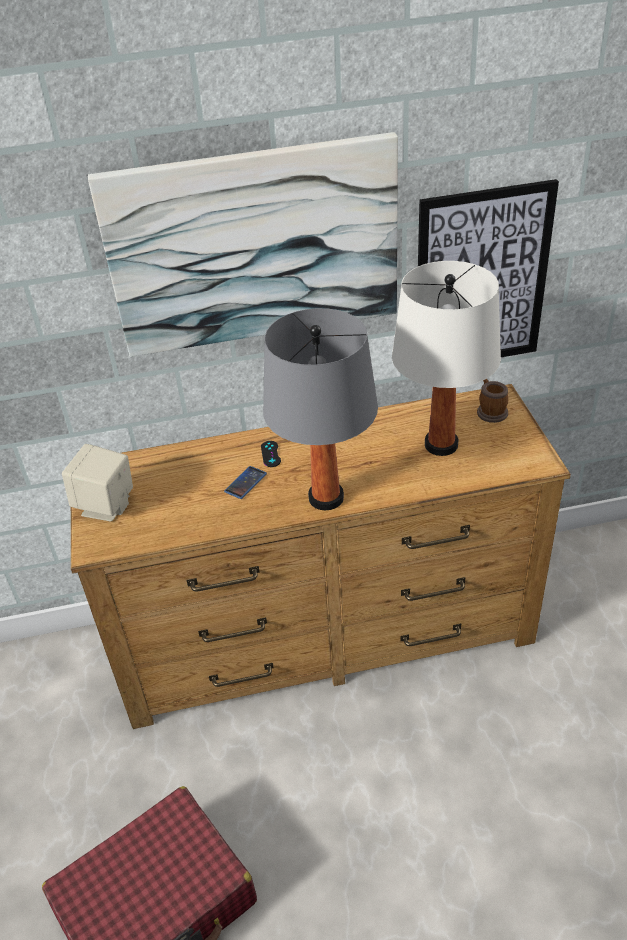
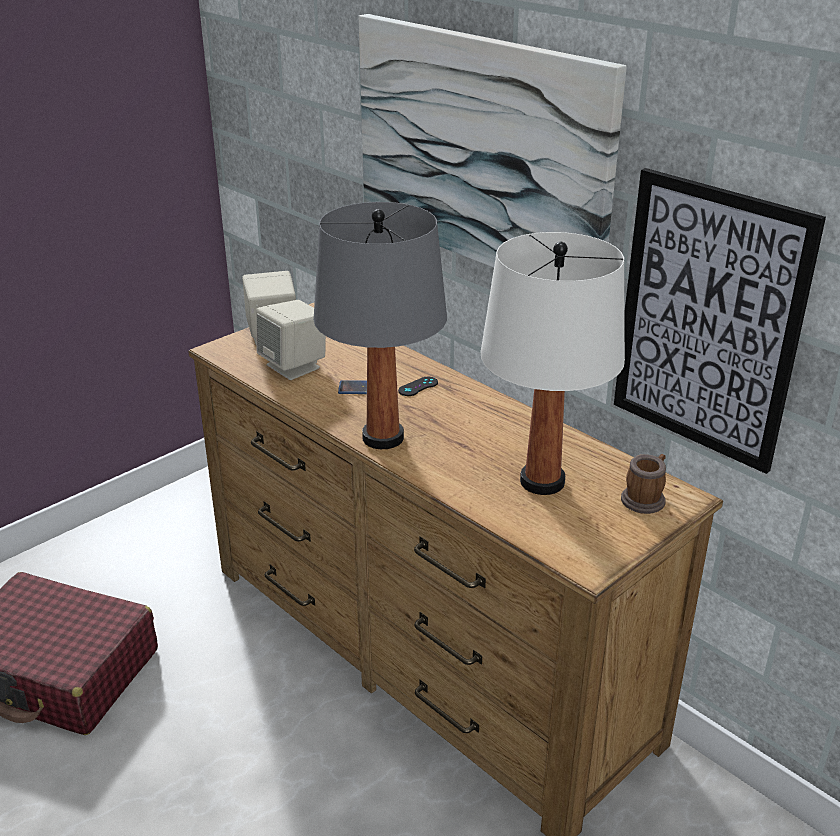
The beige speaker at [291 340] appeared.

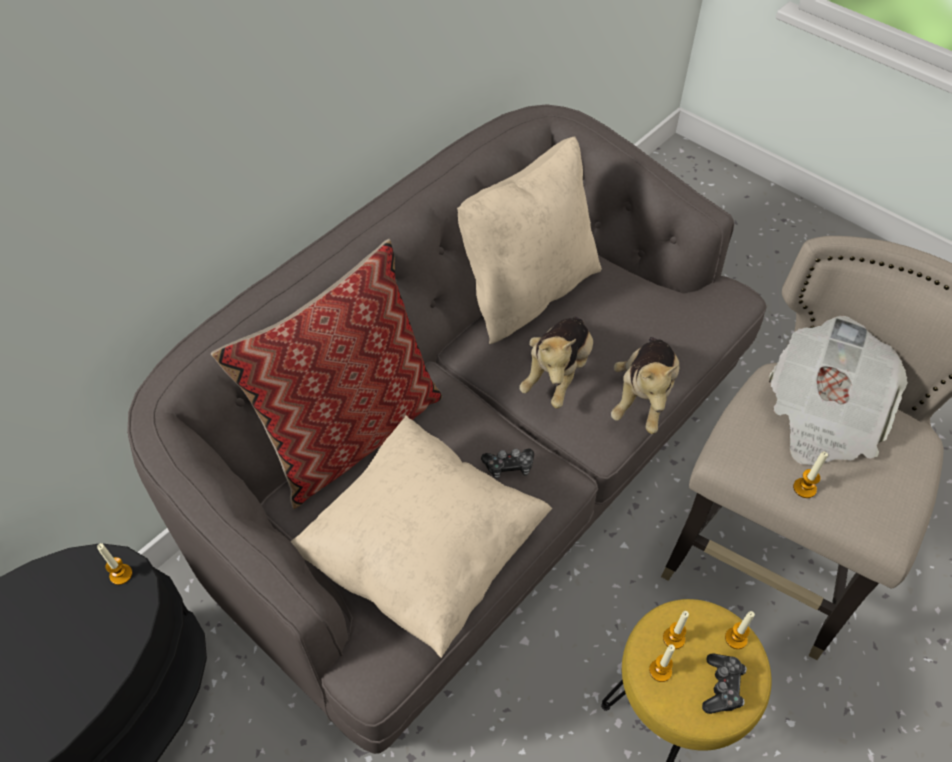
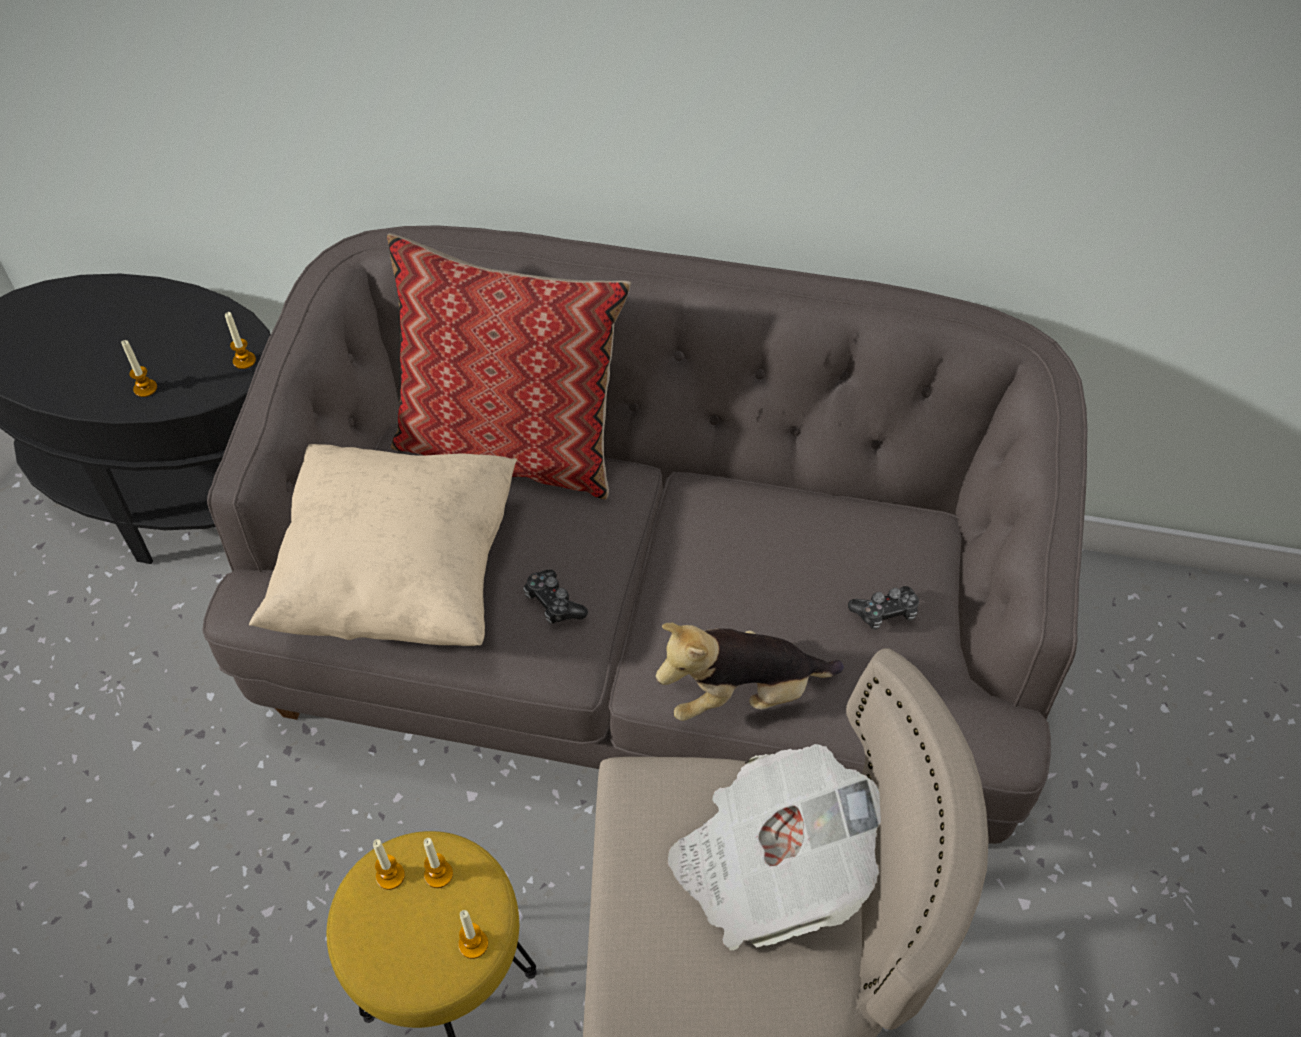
The beige pillow at [529 240] disappeared. The plush toy at [556 362] disappeared. The game controller moved from [724 684] to [883 608]. The candle moved from [810 474] to [139 368].

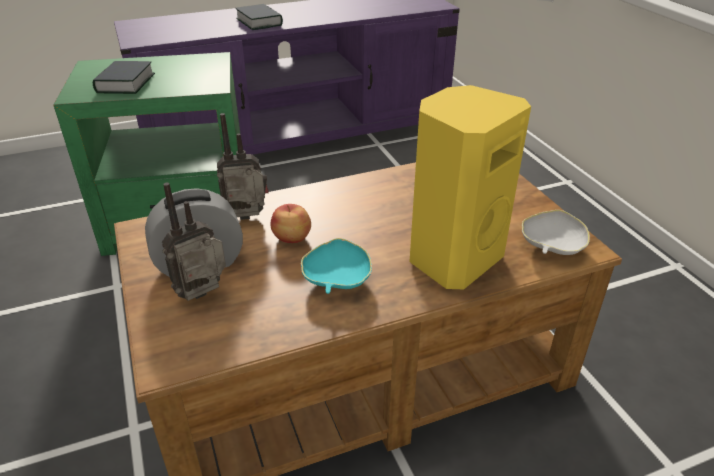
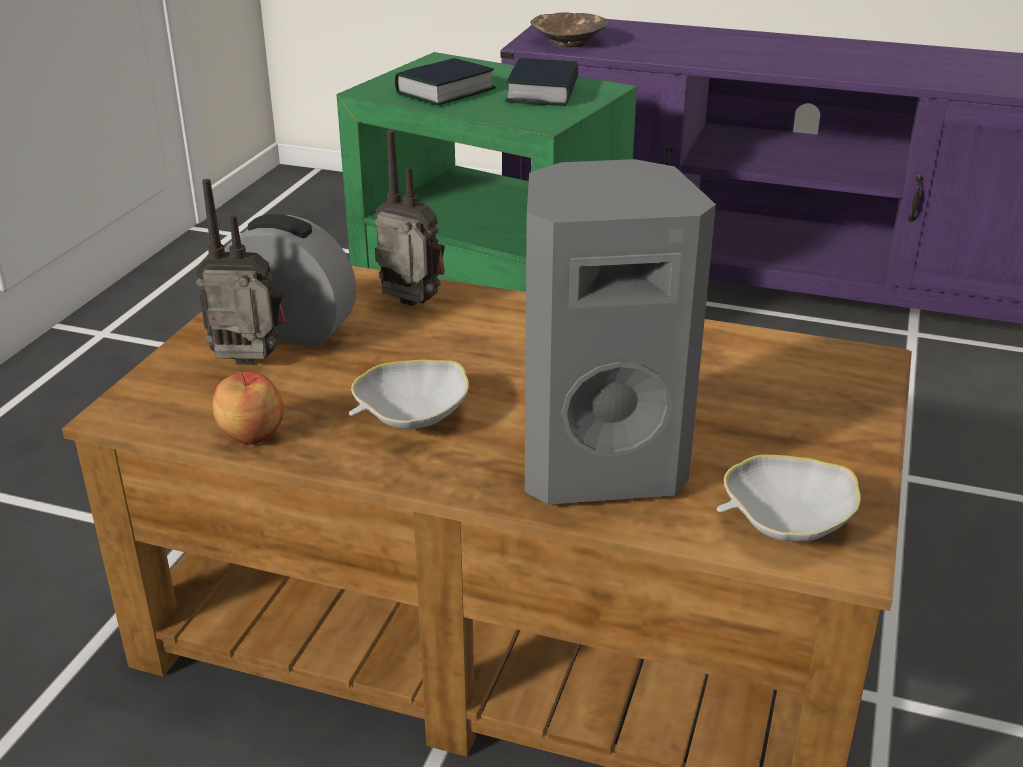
The brown bowl at [569 29] appeared. The book moved from [259 17] to [541 82]. The apple moved from [291 223] to [248 408]. The turquoise bowl at [336 266] became the white bowl at [409 394]. The yellow speaker at [470 187] became the grey speaker at [620 331].

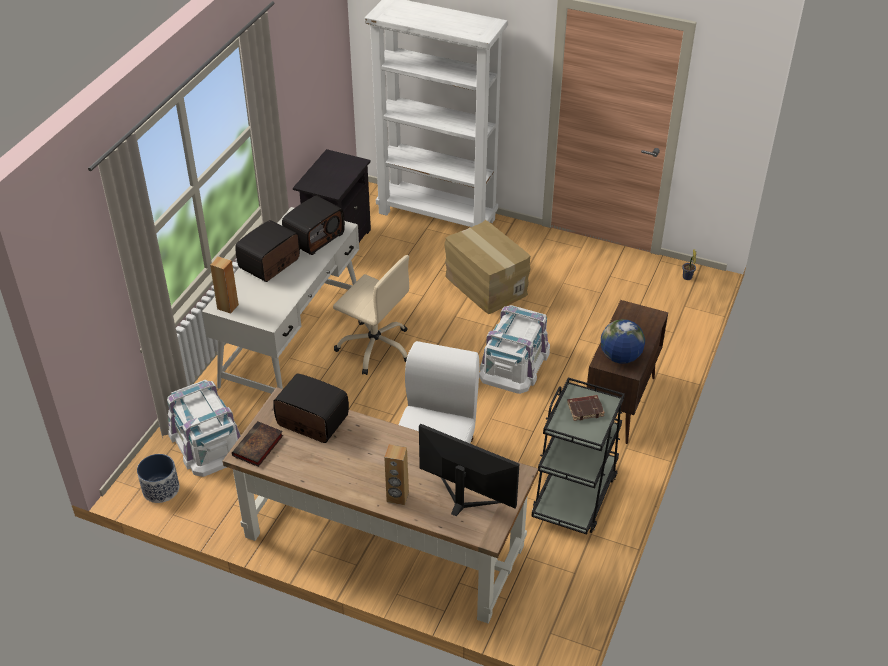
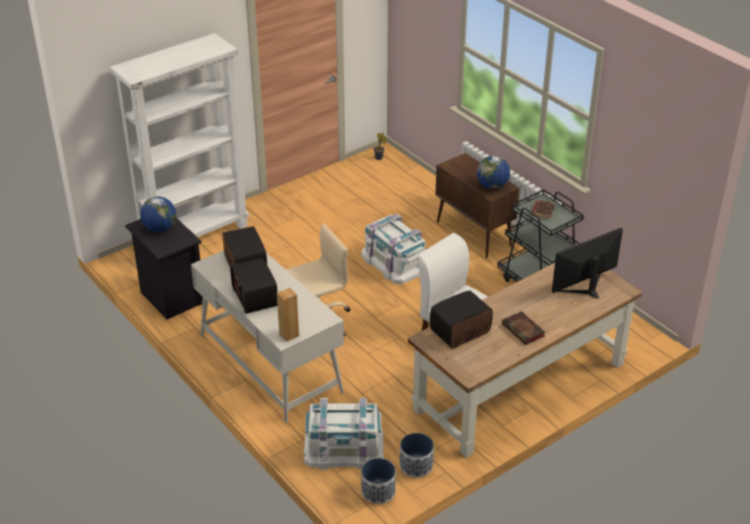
The brown speaker at [396 474] disappeared. The cardboard box at [487 267] disappeared. The globe at [158 214] appeared. The planter at [417 455] appeared. The book moved from [257 444] to [523 328].

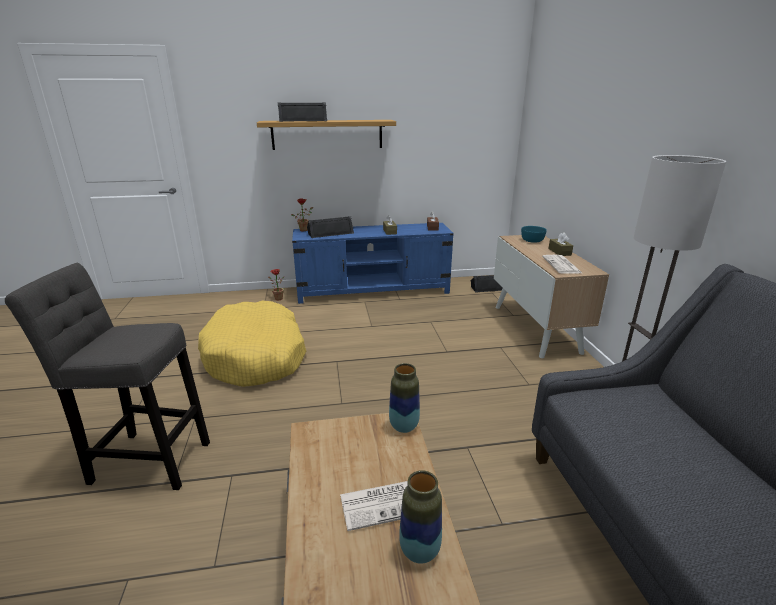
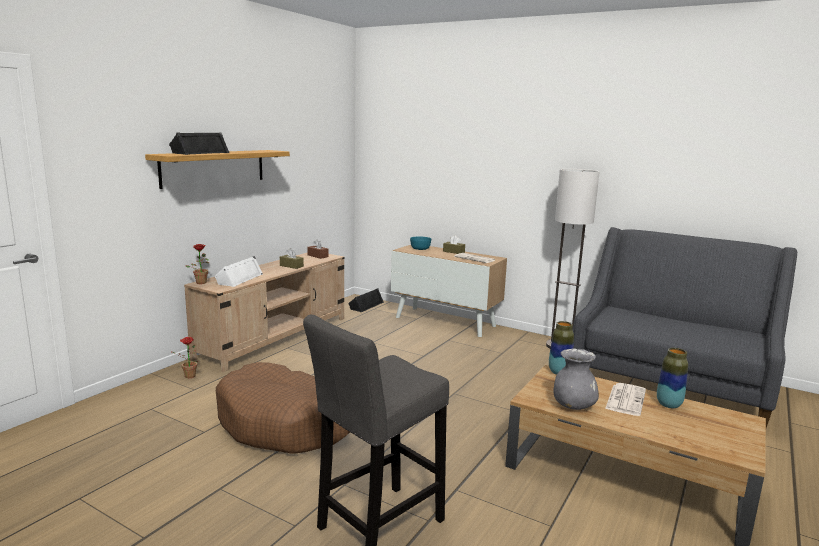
The grey vase at [576 379] appeared. The yellow dog bed at [252 344] became the brown dog bed at [283 408]. The blue tv stand at [373 263] became the beige tv stand at [264 312]. The black speaker at [330 227] became the white speaker at [239 271].

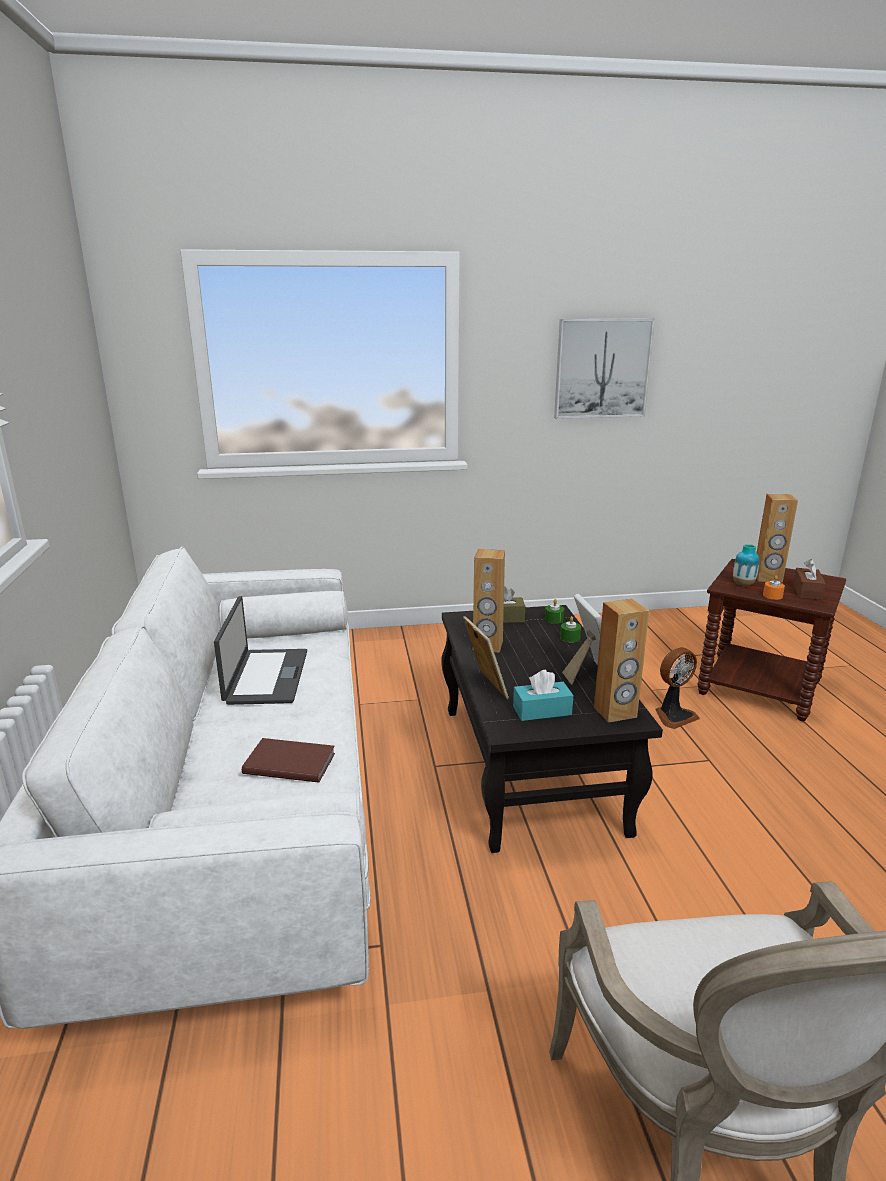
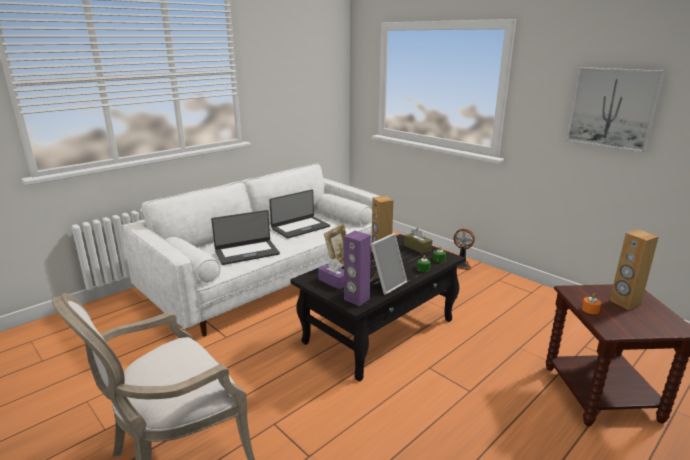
The vase at [746 565] disappeared. The brown tissue box at [809 579] disappeared. The fan moved from [677 688] to [464 249]. The brown book at [288 760] was replaced by the laptop at [245 237]. The turquoise tissue box at [543 695] became the purple tissue box at [331 273]. The brown speaker at [622 661] became the purple speaker at [357 268].

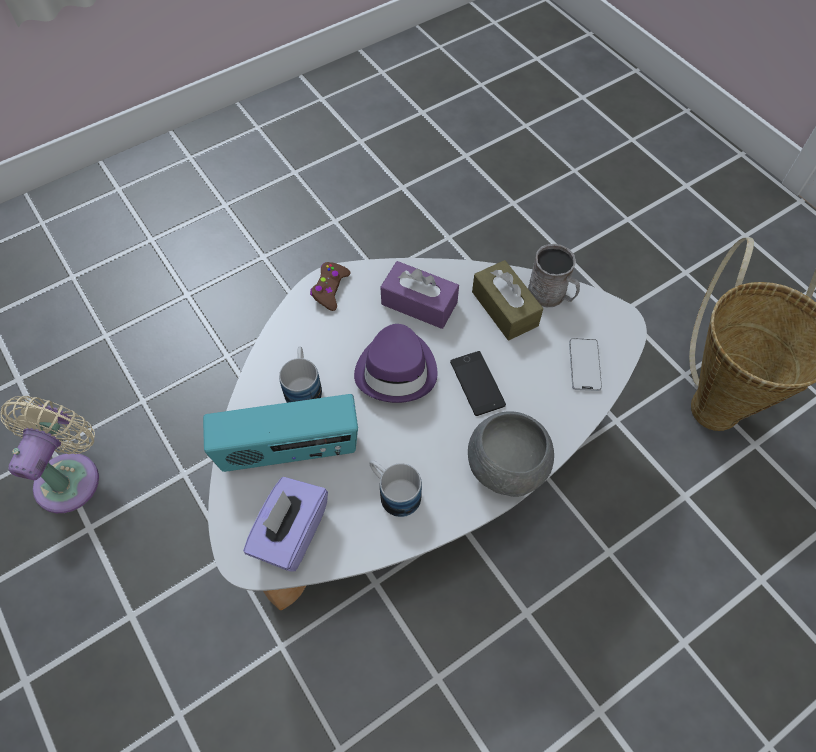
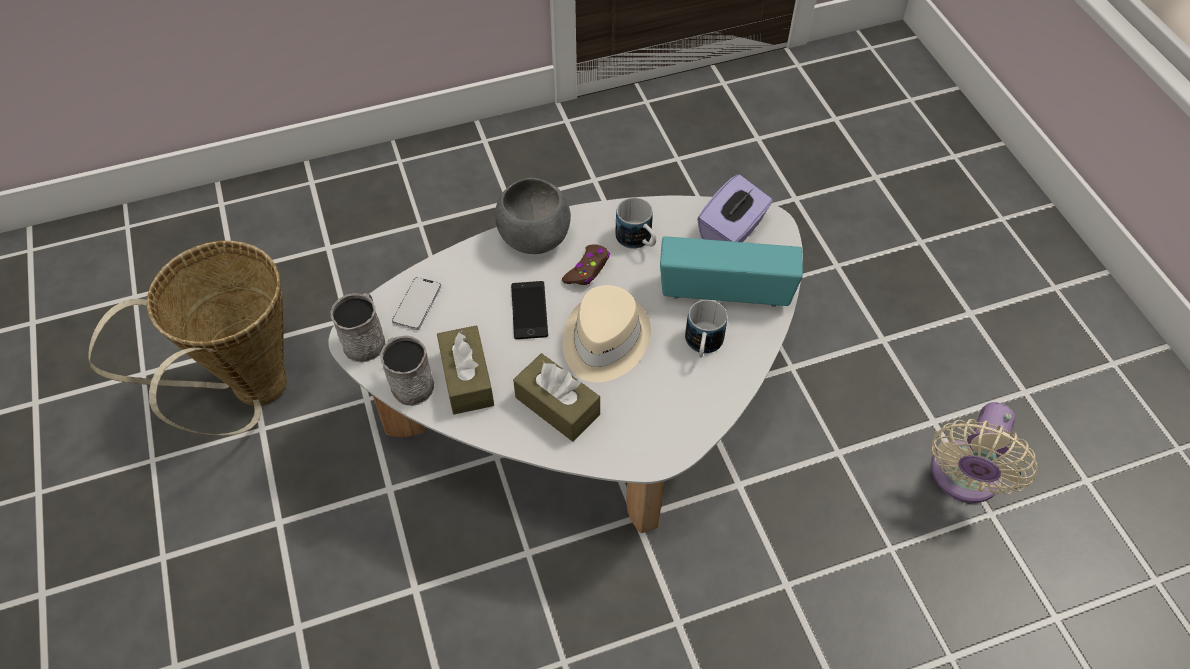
The grey mug at [358 328] appeared. The brown game controller moved from [330 286] to [586 264]. The purple hat at [396 363] became the beige hat at [607 333]. The purple tissue box at [419 295] became the brown tissue box at [556 397].

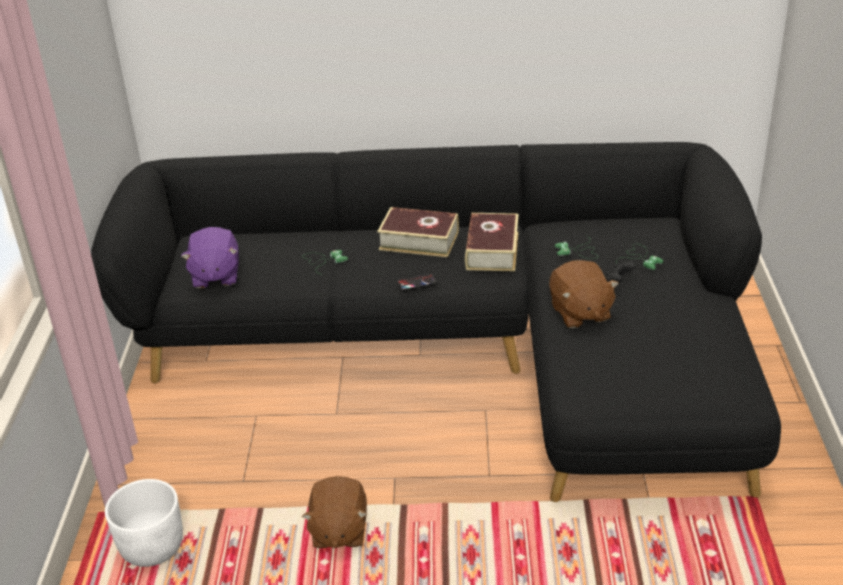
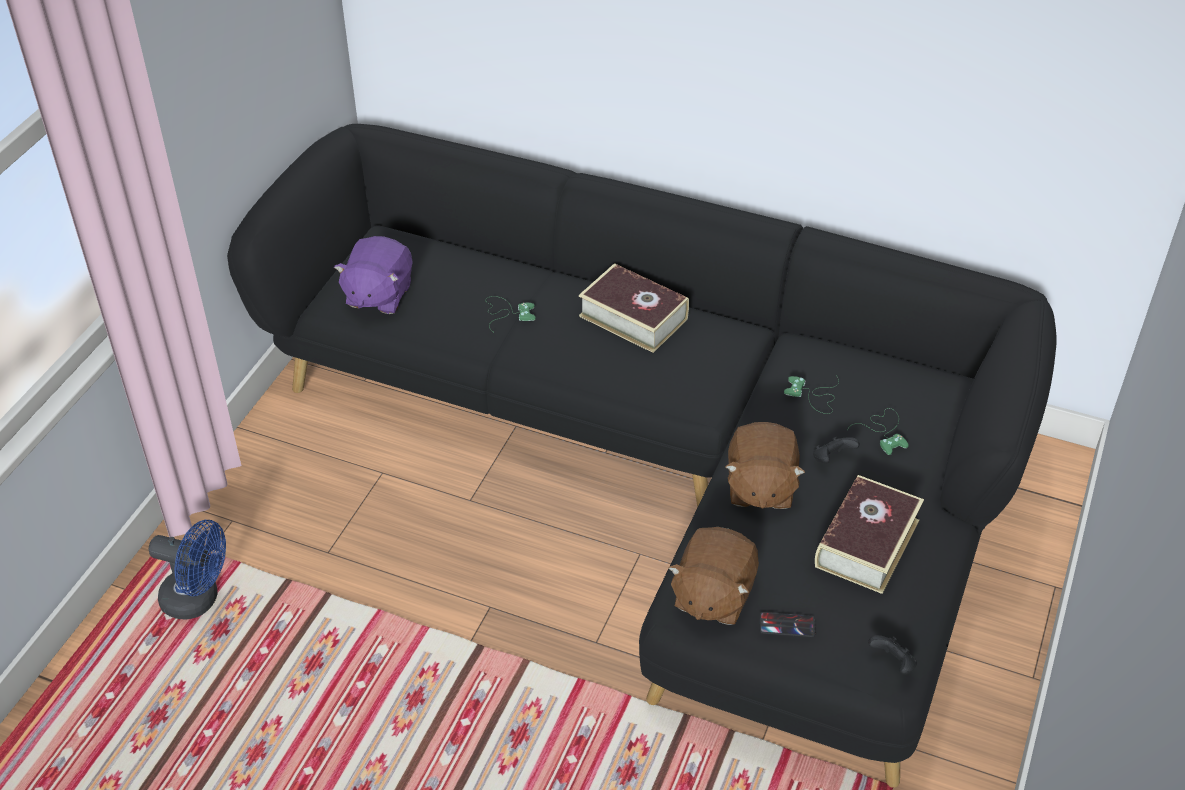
The black game controller at [892 655] appeared. The brown plush toy moved from [334 512] to [713 576]. The phone moved from [417 282] to [787 624]. The book moved from [492 242] to [869 534]. The white planter at [144 523] was replaced by the blue fan at [187 569].

